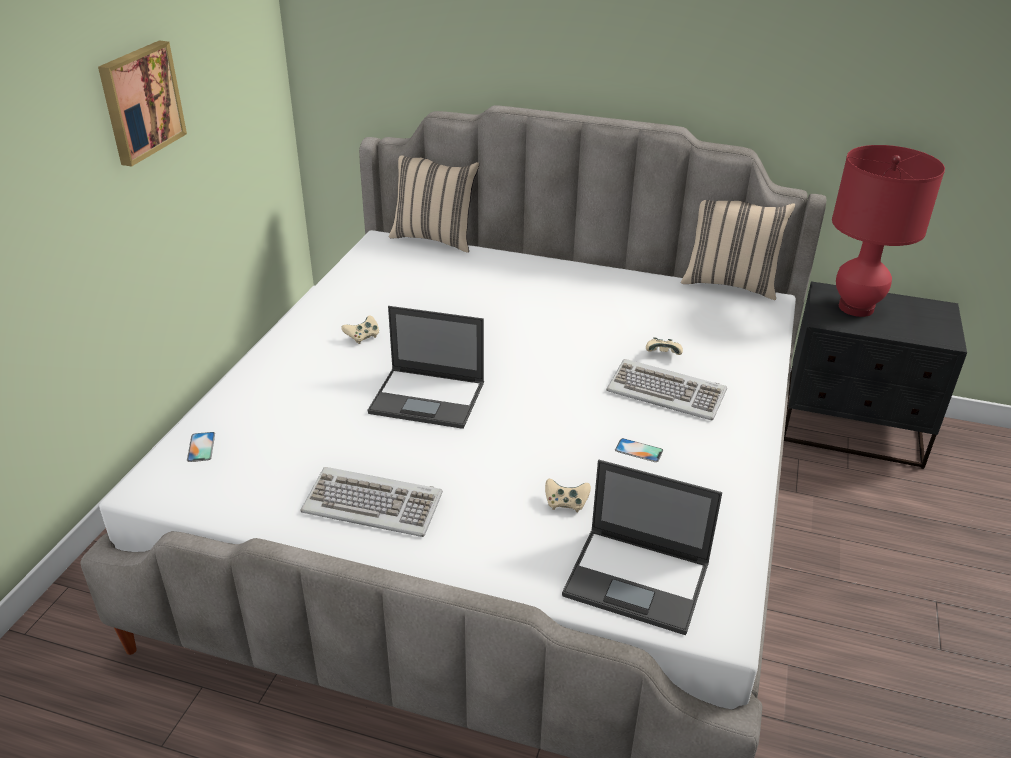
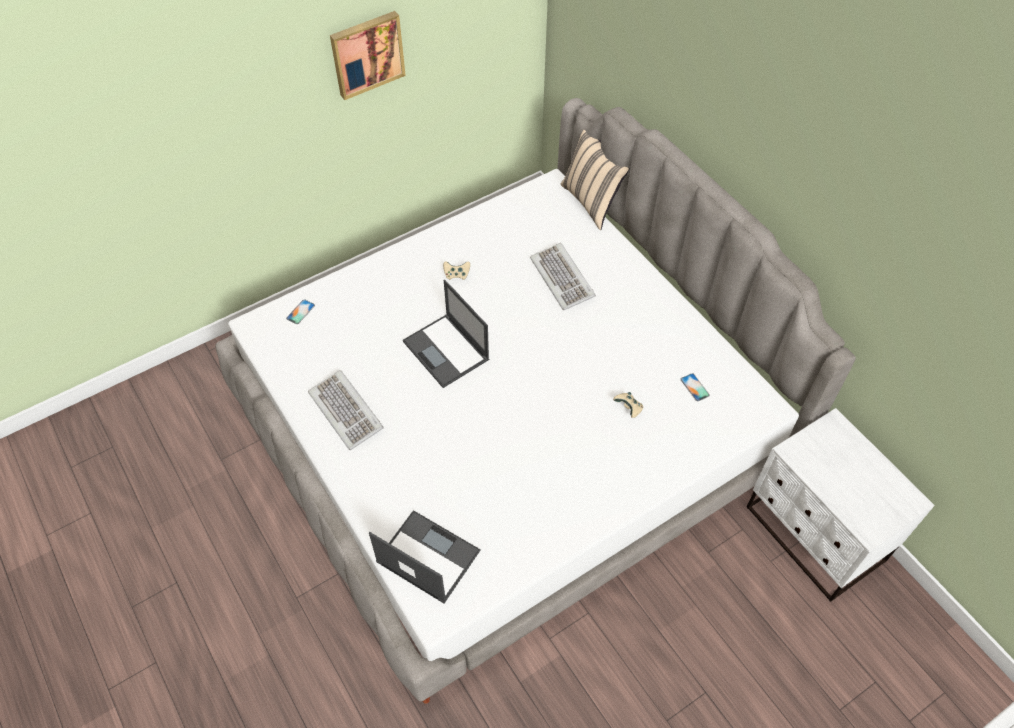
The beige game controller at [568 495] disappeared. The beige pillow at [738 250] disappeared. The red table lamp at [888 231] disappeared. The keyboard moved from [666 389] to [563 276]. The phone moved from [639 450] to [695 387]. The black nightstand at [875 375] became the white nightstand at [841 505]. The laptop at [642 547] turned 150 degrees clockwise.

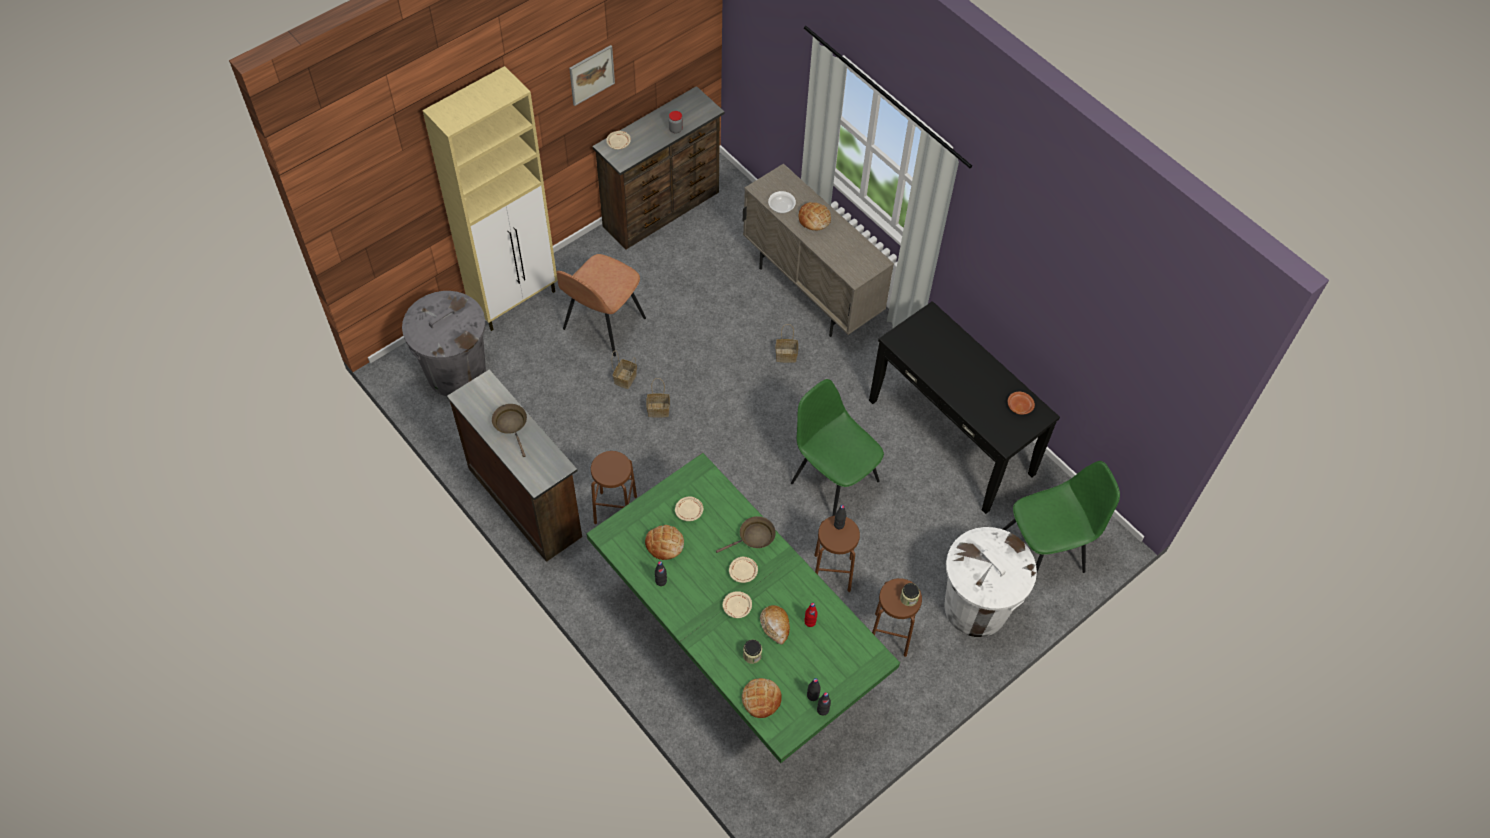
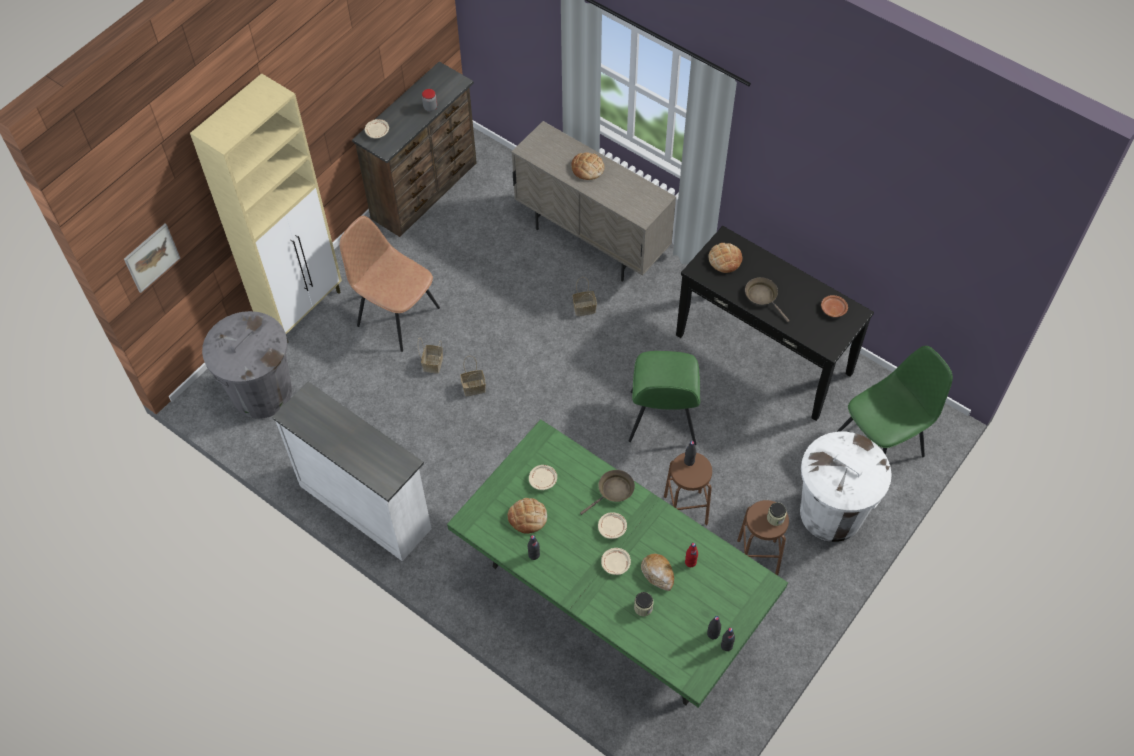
The brown stool at [614 487] disappeared. The bowl at [782 202] disappeared. The brown frying pan moved from [509 430] to [767 299]. The picture moved from [592 75] to [152 258]. The bread moved from [762 698] to [725 258]. The brown dresser at [514 465] became the white dresser at [352 471]. The brown chair at [601 305] turned 105 degrees clockwise. The green chair at [837 447] turned 120 degrees counterclockwise.

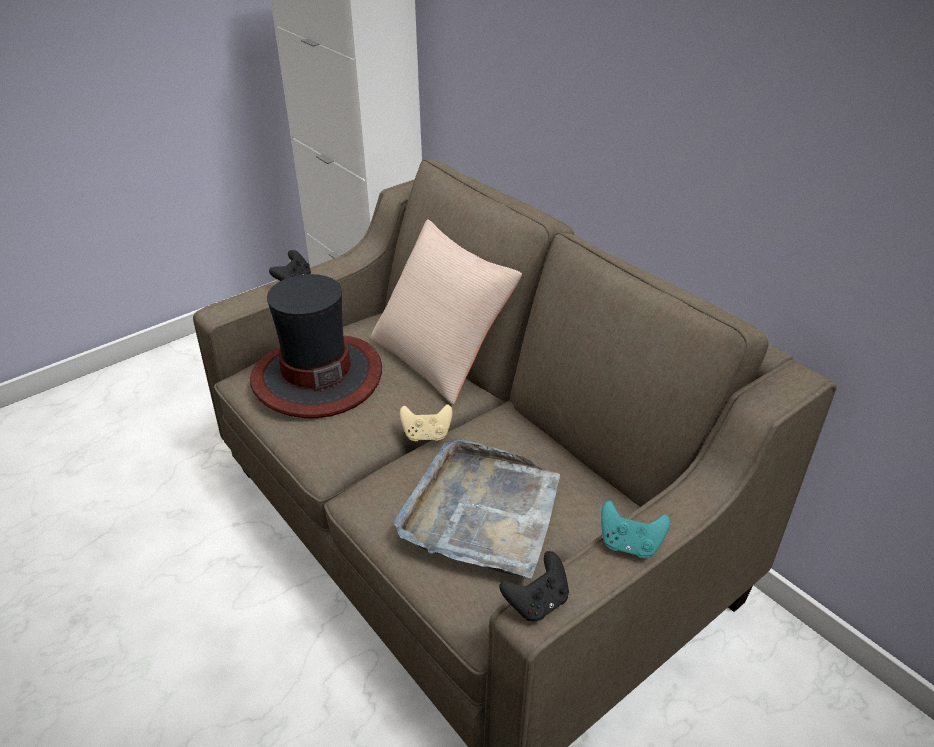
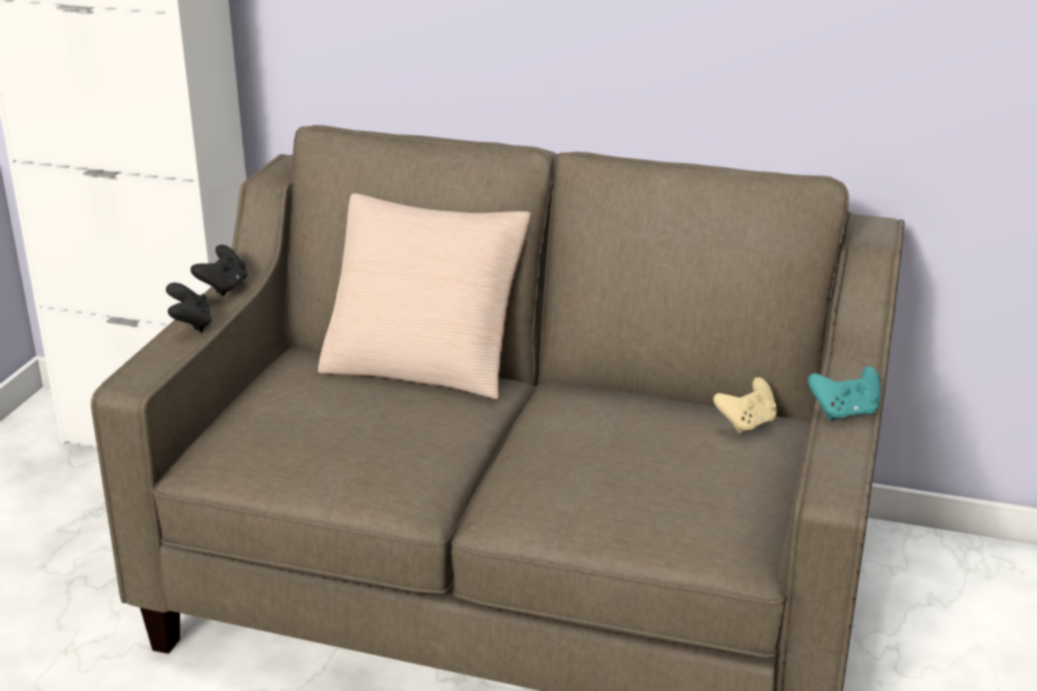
The hat at [316 346] disappeared. The grey tray at [476 508] disappeared. The beige game controller moved from [426 422] to [745 405]. The black game controller moved from [534 586] to [219 270].

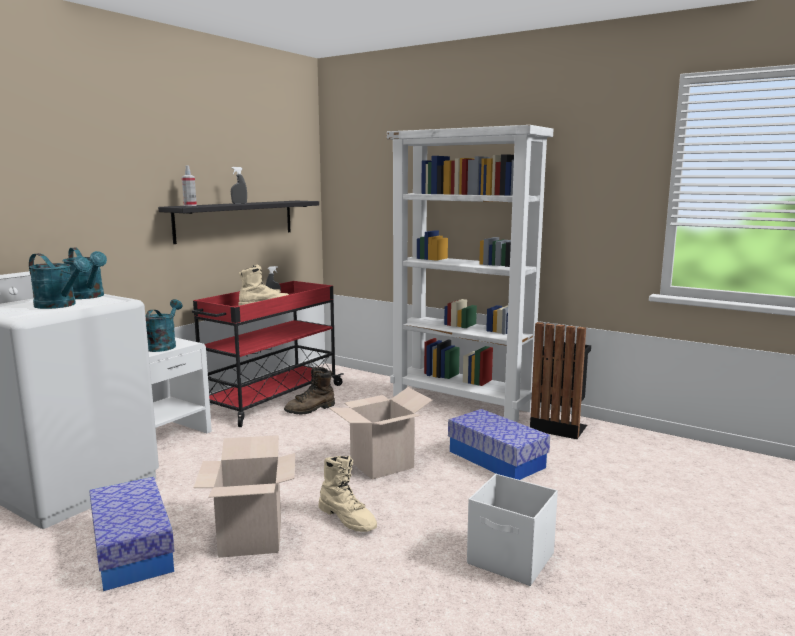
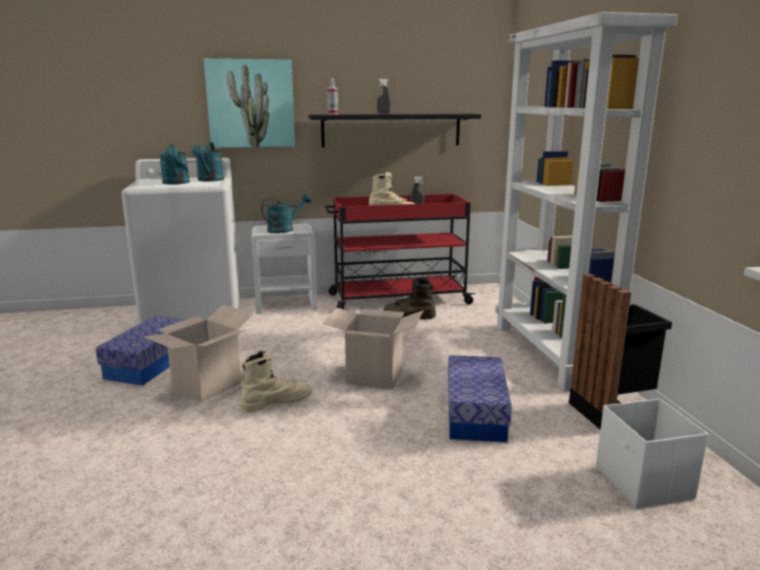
The picture at [249 103] appeared. The white storage box moved from [512 530] to [652 453]. The beige boot at [347 494] turned 120 degrees counterclockwise.

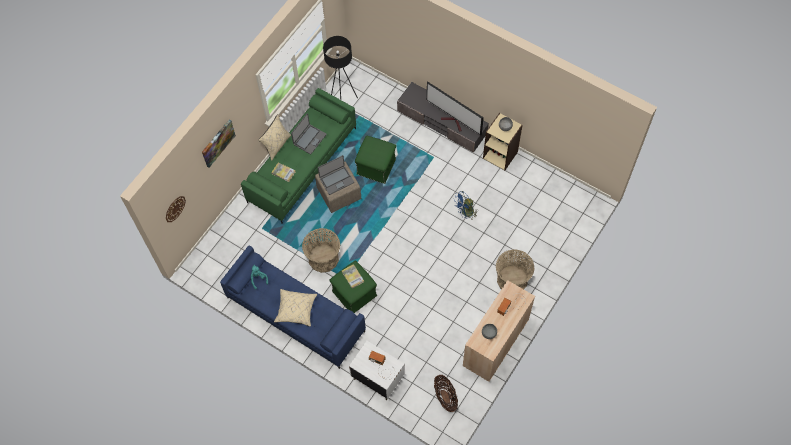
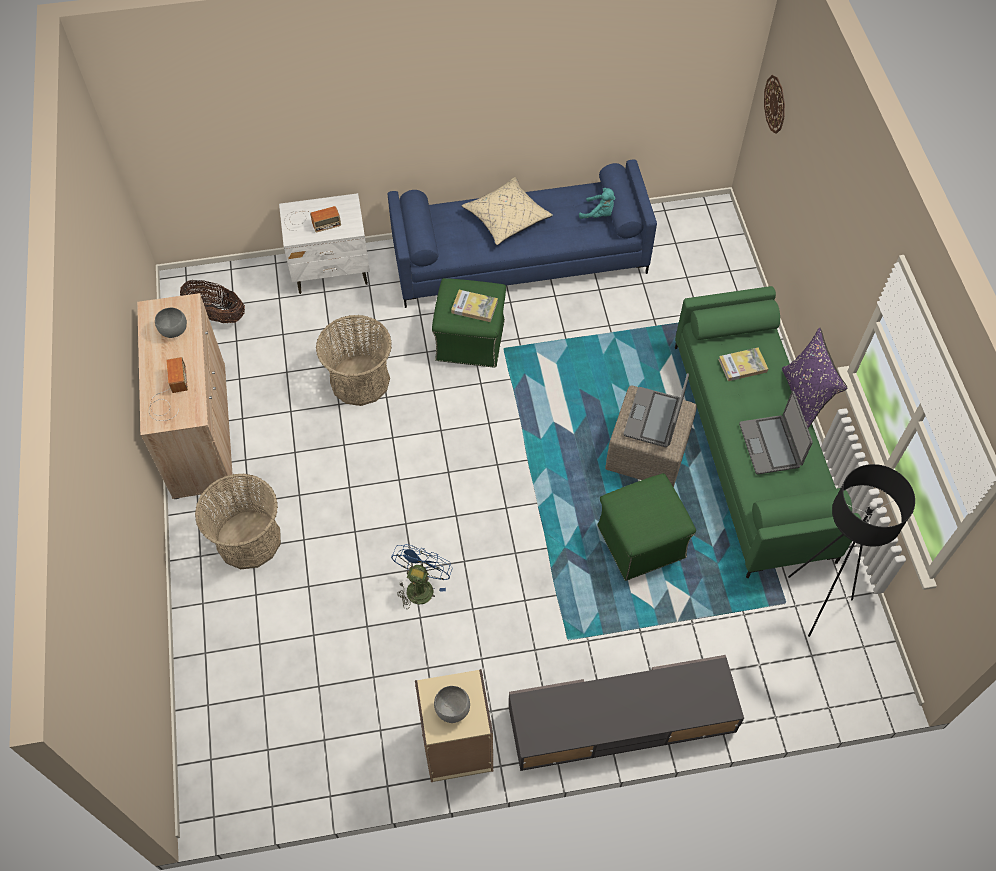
The picture at [219 143] disappeared. The television at [455 108] disappeared. The basket moved from [321 250] to [354 360]. The beige pillow at [274 137] became the purple pillow at [814 378].

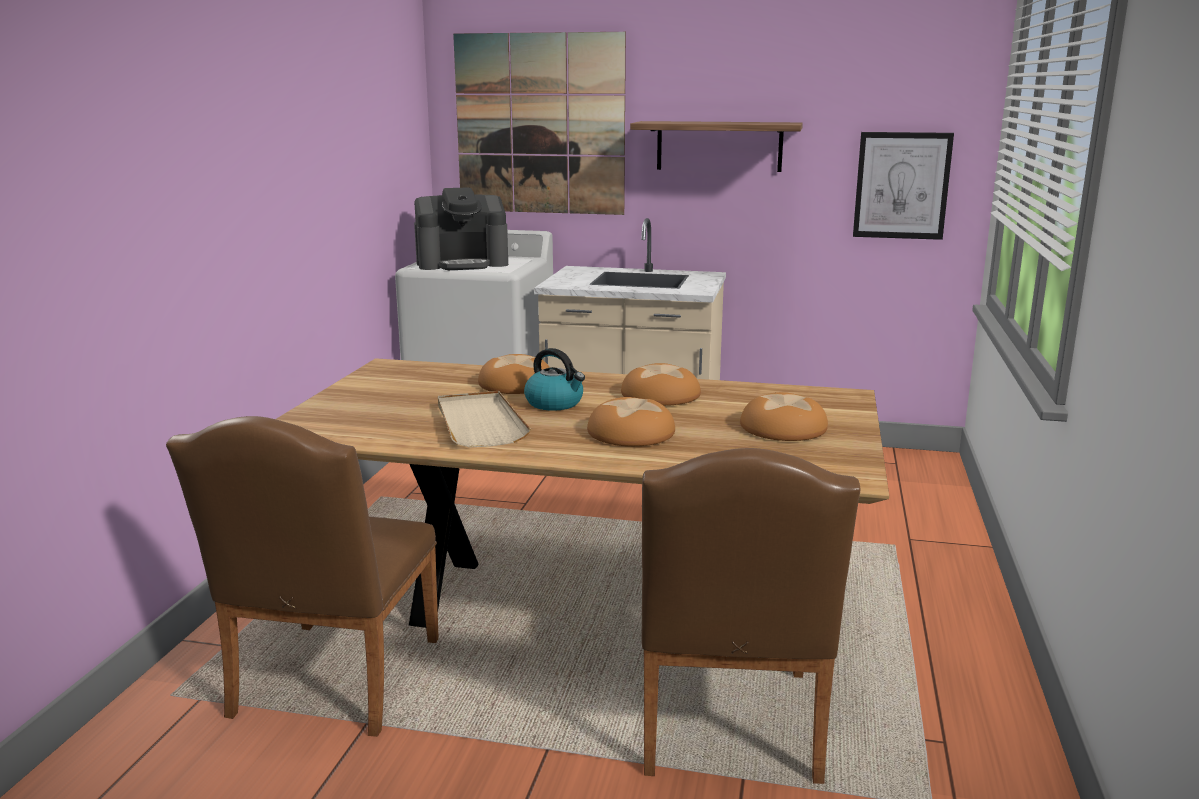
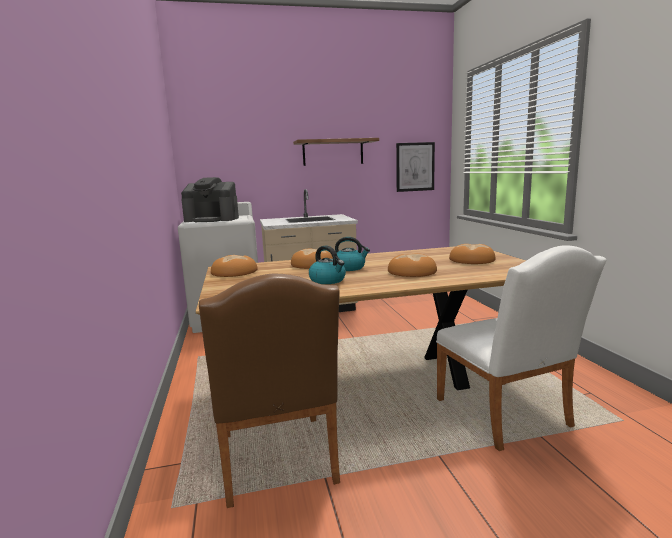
The picture at [539 123] disappeared. The bread moved from [661 384] to [234 266]. The beige tray at [484 419] was replaced by the kettle at [327 265]. The brown chair at [751 616] became the white chair at [521 348]. The coffee machine at [461 229] turned 45 degrees clockwise.

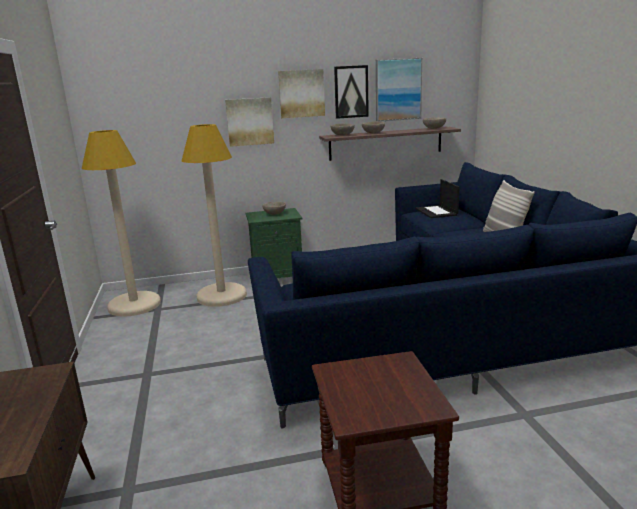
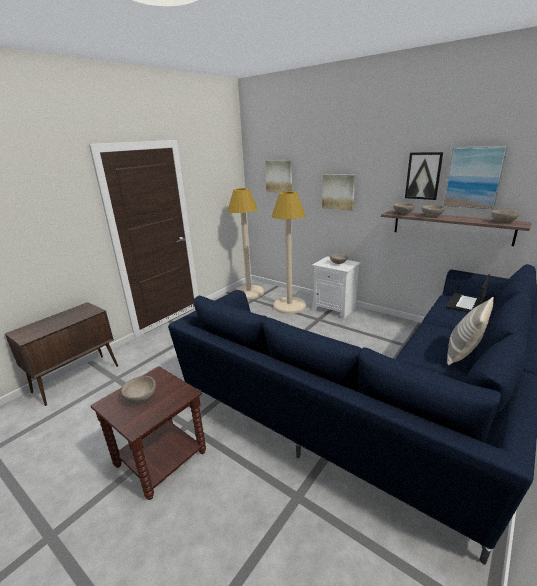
The beige bowl at [138 389] appeared. The picture moved from [301 93] to [278 176]. The green nightstand at [273 243] became the white nightstand at [336 287].

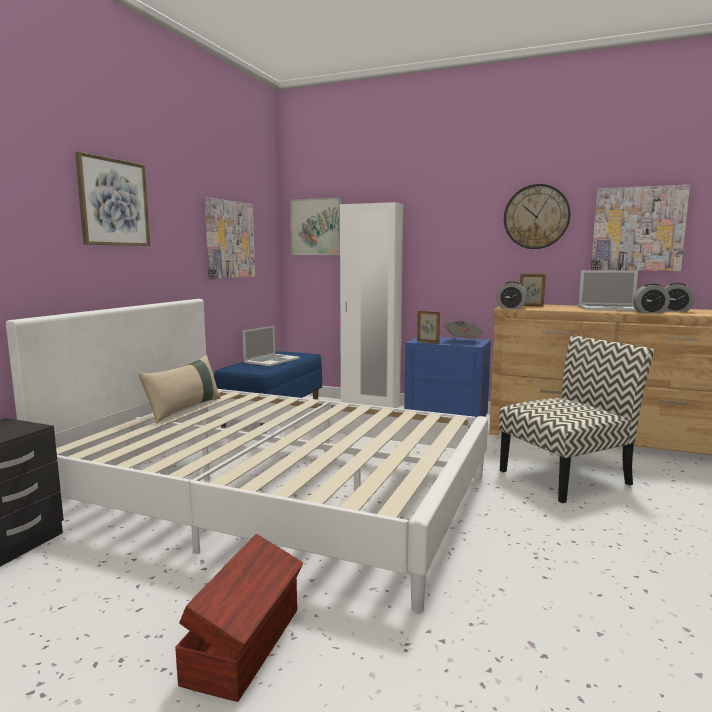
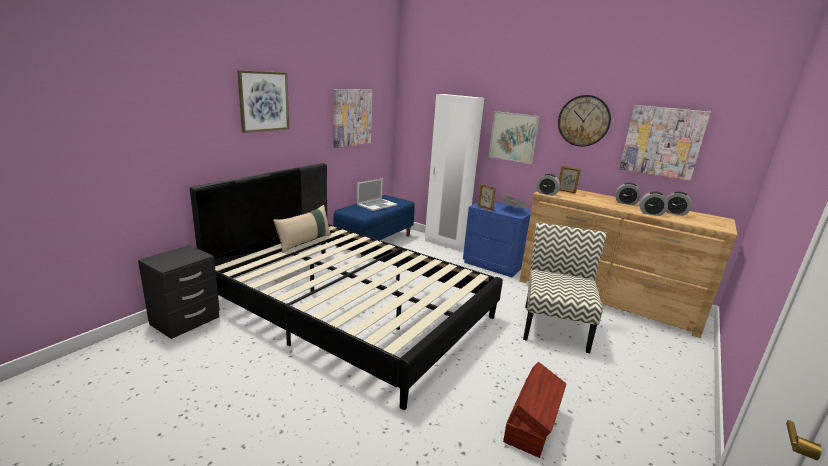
The brown storage box moved from [239 618] to [534 410]. The picture moved from [316 226] to [514 137]. The laptop at [608 290] was replaced by the alarm clock at [628 194]. The white bed at [247 455] became the black bed at [346 286]. The chair at [576 419] turned 60 degrees counterclockwise.

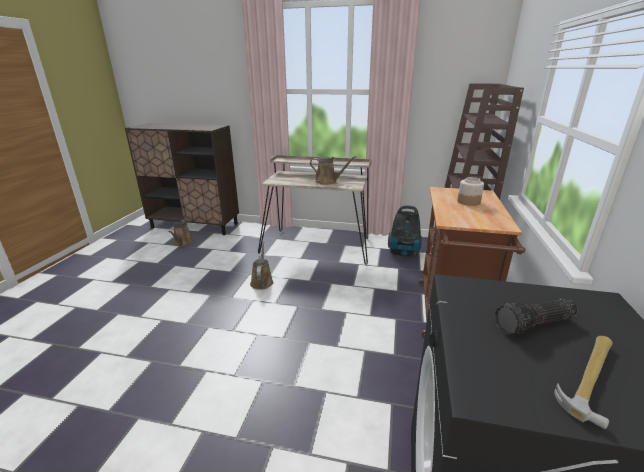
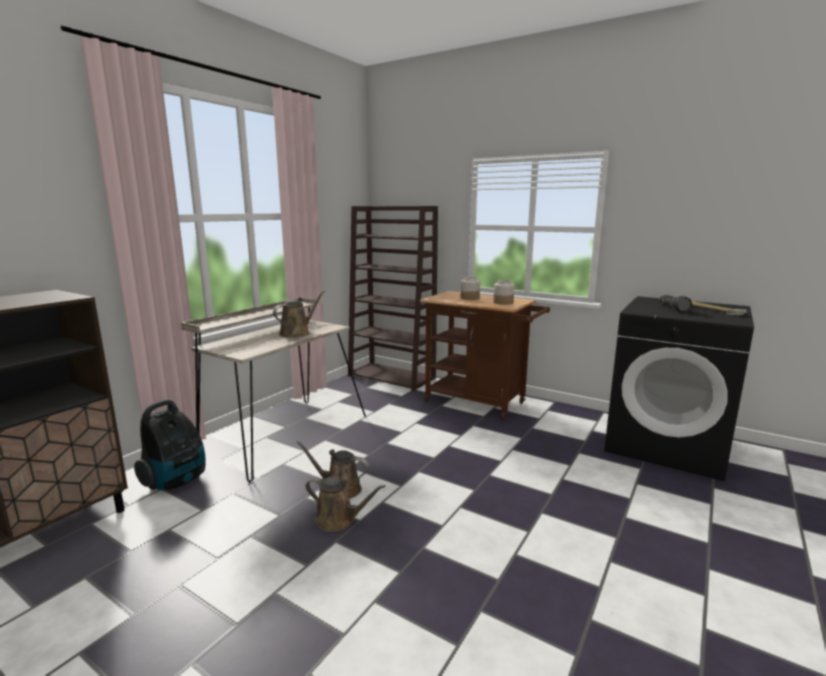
The jar at [503 292] appeared. The brown watering can moved from [180 233] to [346 504]. The vacuum cleaner moved from [405 231] to [170 445].

